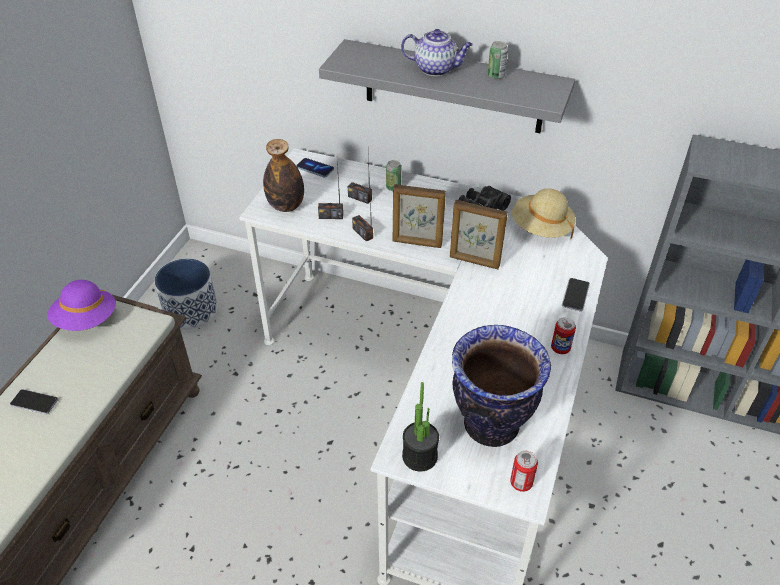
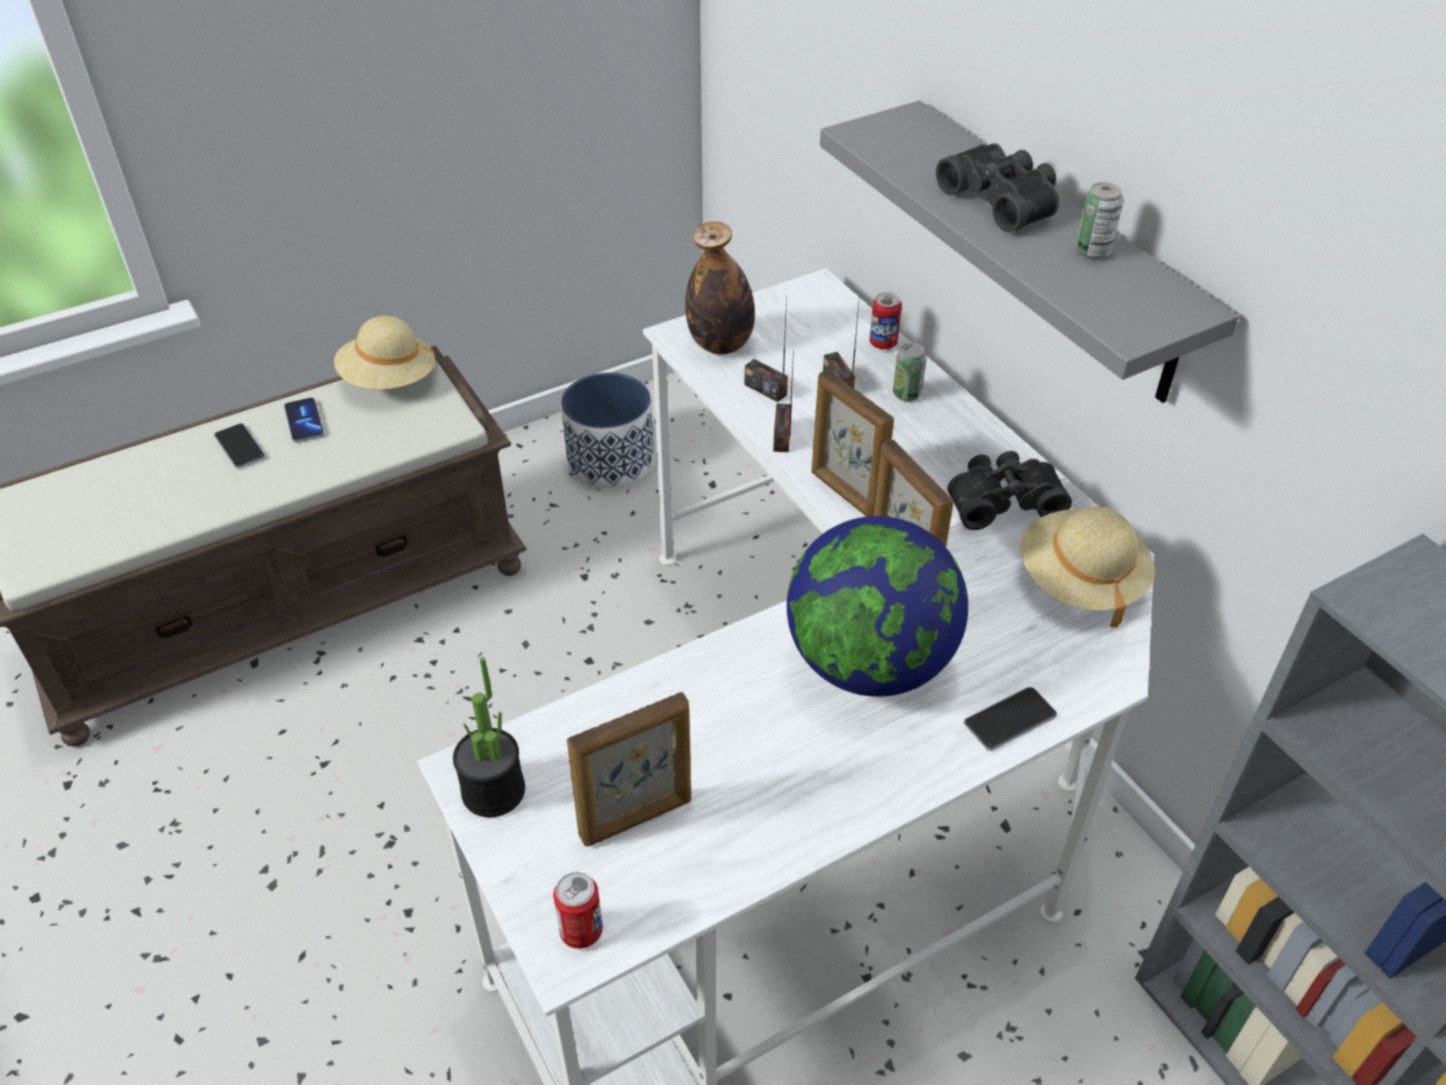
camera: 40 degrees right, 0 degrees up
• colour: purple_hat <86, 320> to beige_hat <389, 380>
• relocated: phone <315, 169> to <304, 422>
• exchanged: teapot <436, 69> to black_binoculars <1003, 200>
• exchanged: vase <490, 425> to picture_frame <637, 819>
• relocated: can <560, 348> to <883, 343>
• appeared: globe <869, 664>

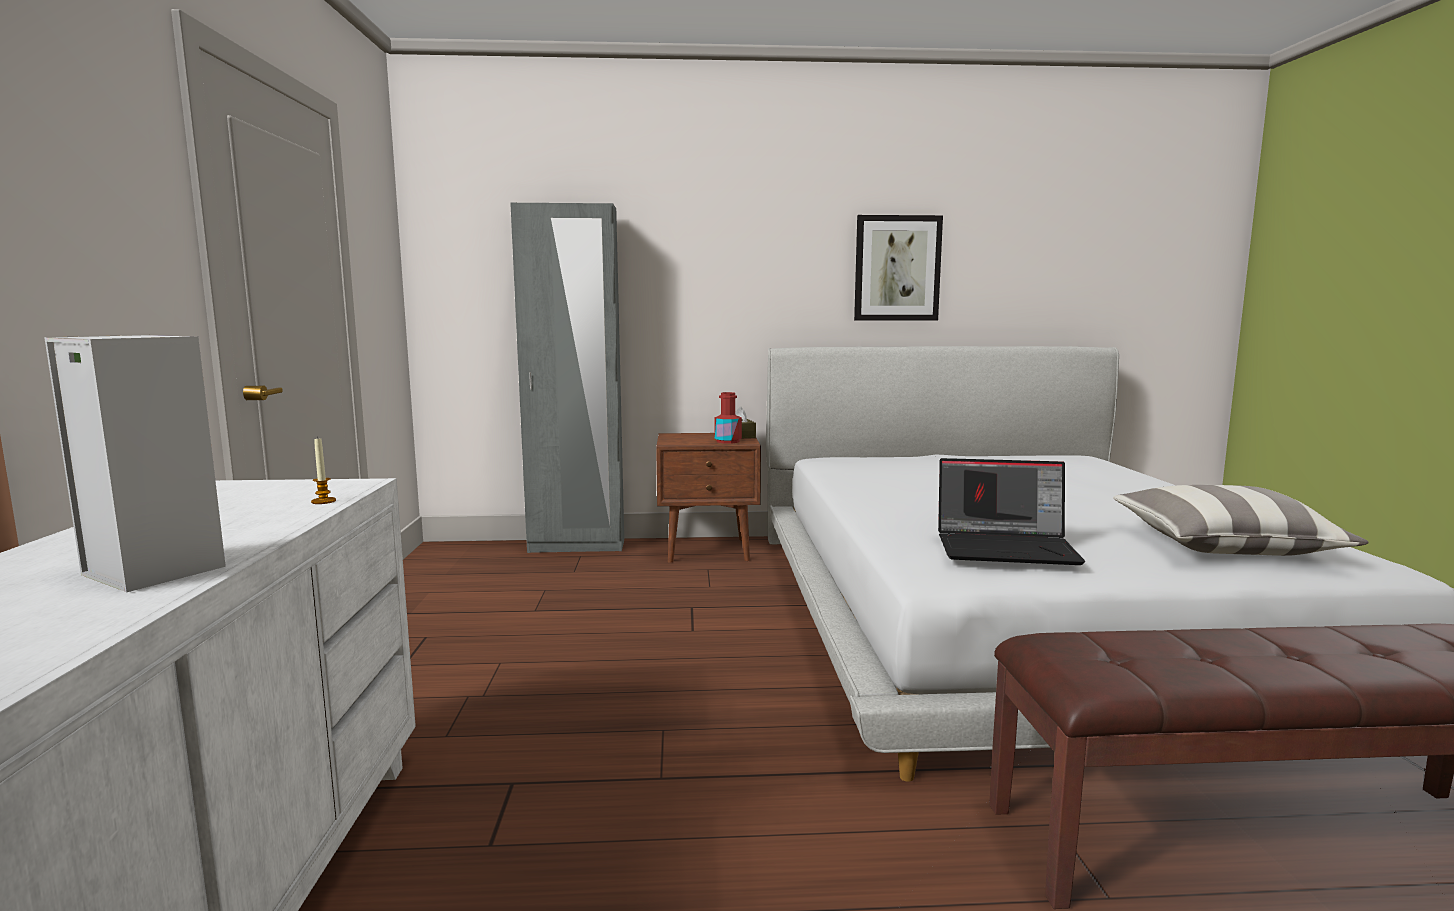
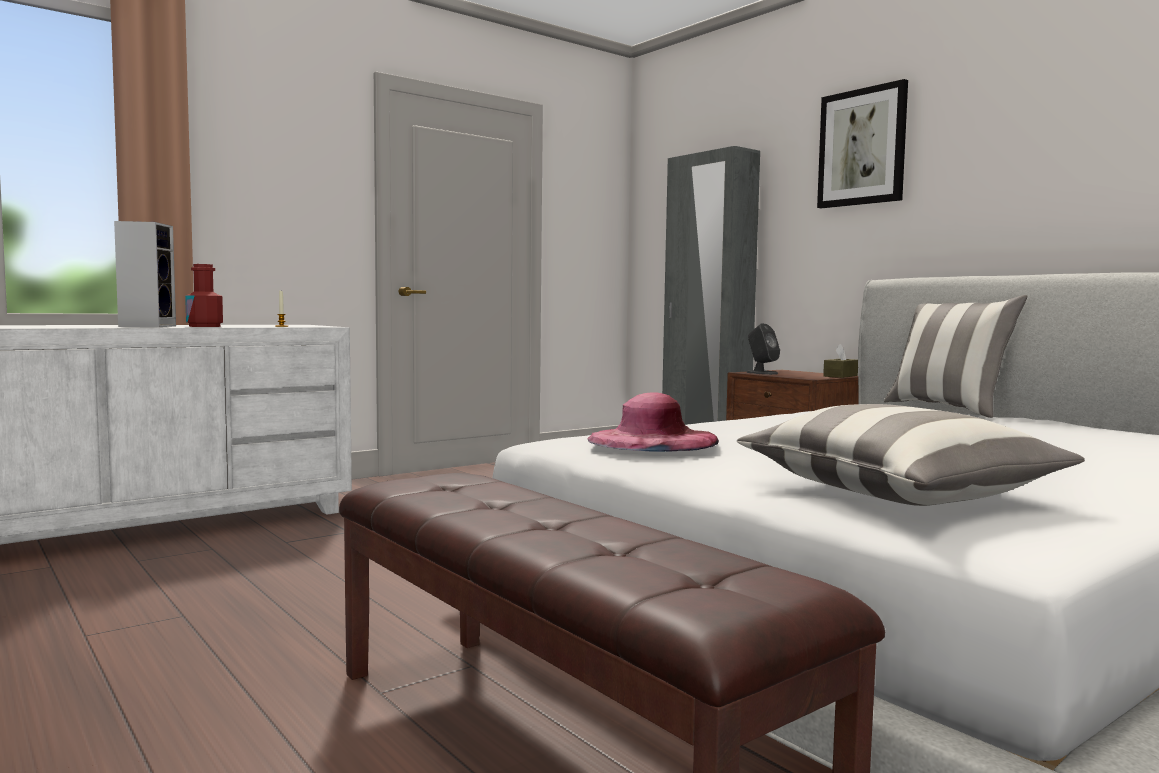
camera: 55 degrees right, 5 degrees down
• relocated: red_bottle <728, 441> to <204, 326>
• relocated: picture <897, 268> to <862, 147>
• exchanged: laptop <1007, 548> to pink_hat <652, 440>
• appeared: grey_speaker <761, 373>
• appeared: pillow <947, 409>

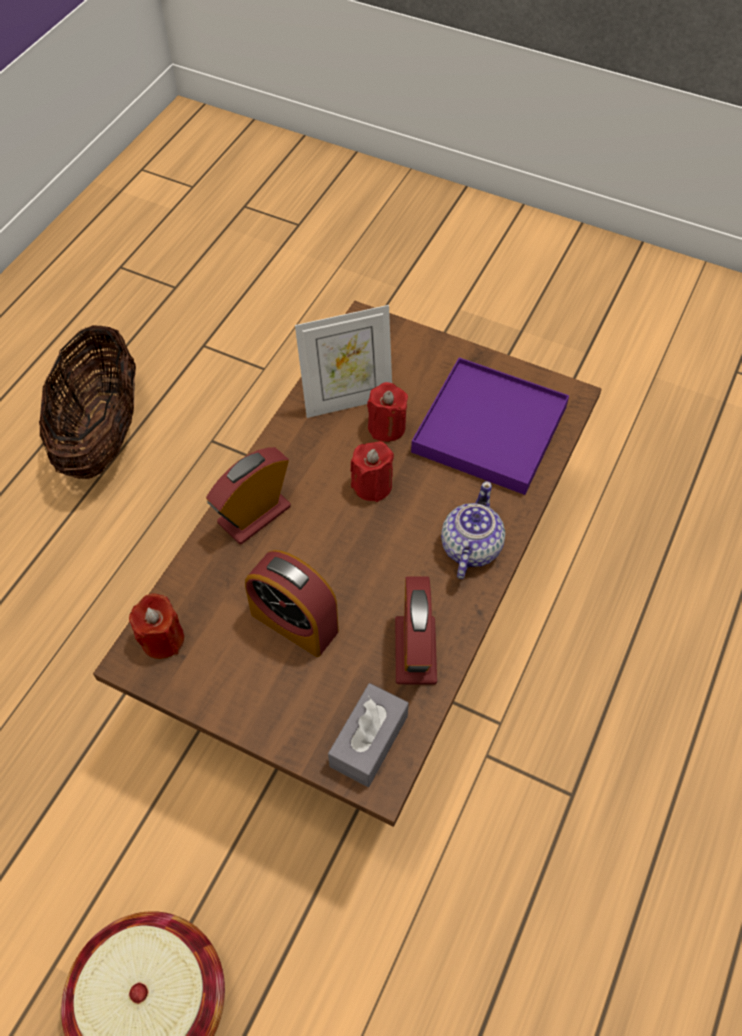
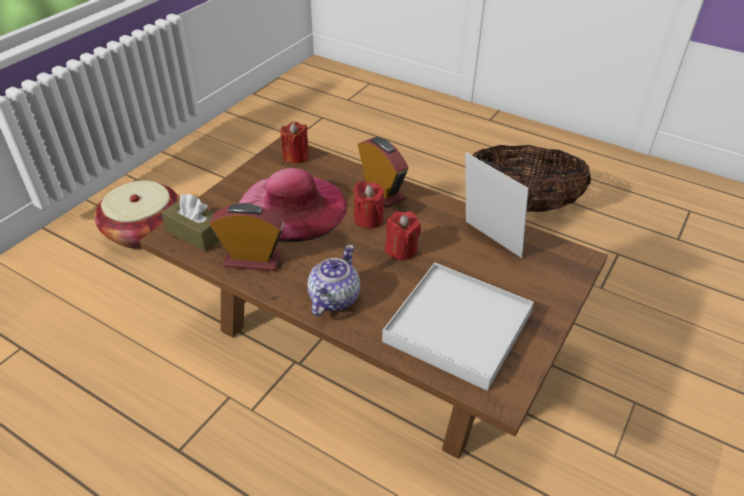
camera: 95 degrees right, 15 degrees down
• exchanged: alarm_clock <294, 622> to pink_hat <292, 206>
• spun: picture_frame <347, 400> = <488, 242> 150 degrees clockwise
• colour: grey_tissue_box <369, 741> to brown_tissue_box <196, 233>
• relocated: red_candle <386, 427> to <368, 219>
• colour: purple_tray <490, 429> to white_tray <458, 327>
• spun: teapot <470, 548> = <333, 299> 90 degrees counterclockwise

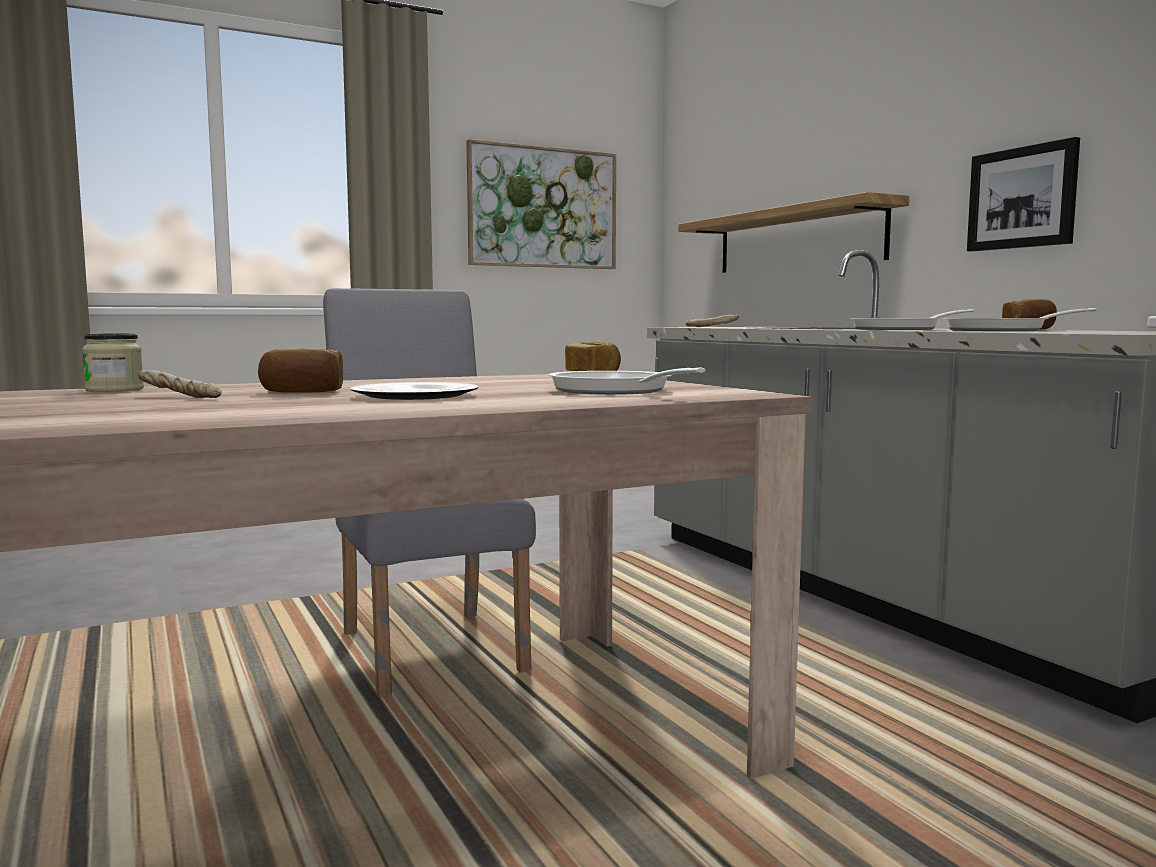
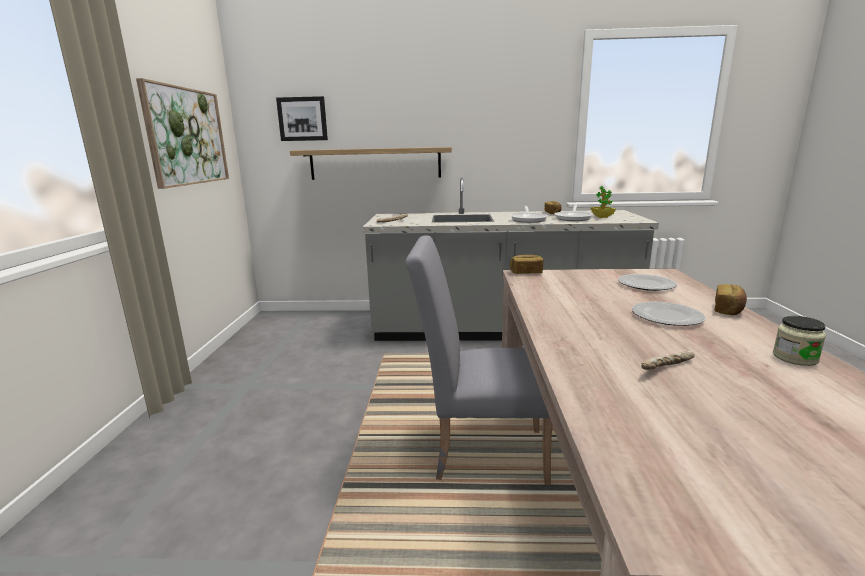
camera: 60 degrees left, 10 degrees up
• relocated: jar <115, 390> to <795, 358>
• relocated: bread <302, 391> to <728, 310>
• exchanged: frying_pan <615, 391> to plate <647, 285>
• relocated: picture <1022, 198> to <302, 119>
• appeared: potted_plant <602, 217>

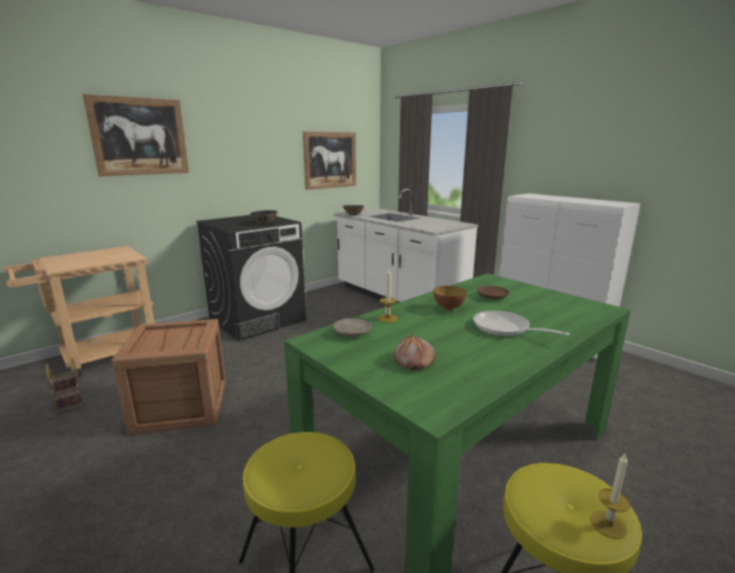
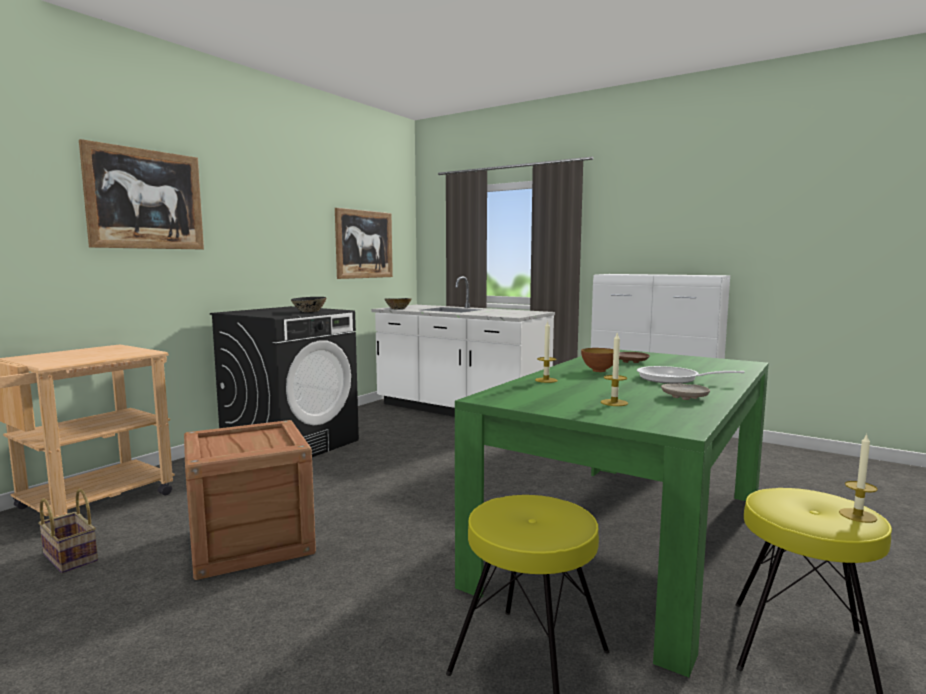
camera: 15 degrees left, 10 degrees down
• relocated: beige_plate <352, 333> to <684, 397>
• exchanged: bread <413, 360> to candle <614, 402>

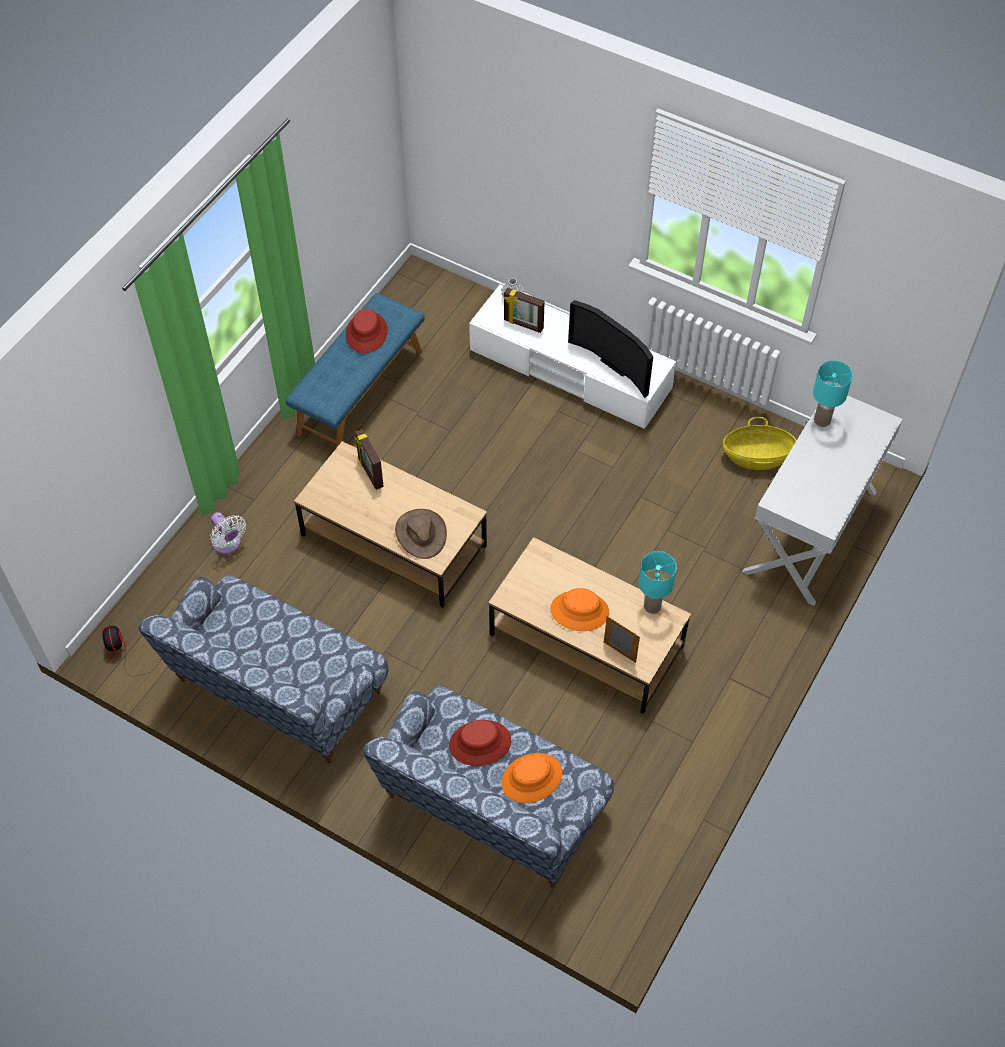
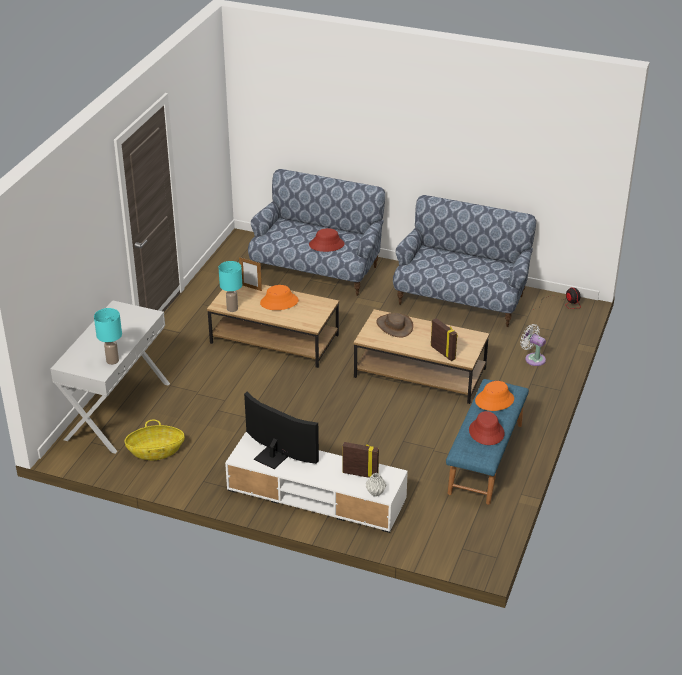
camera: 170 degrees right, 20 degrees down
• relocated: orange_hat <532, 778> to <494, 400>

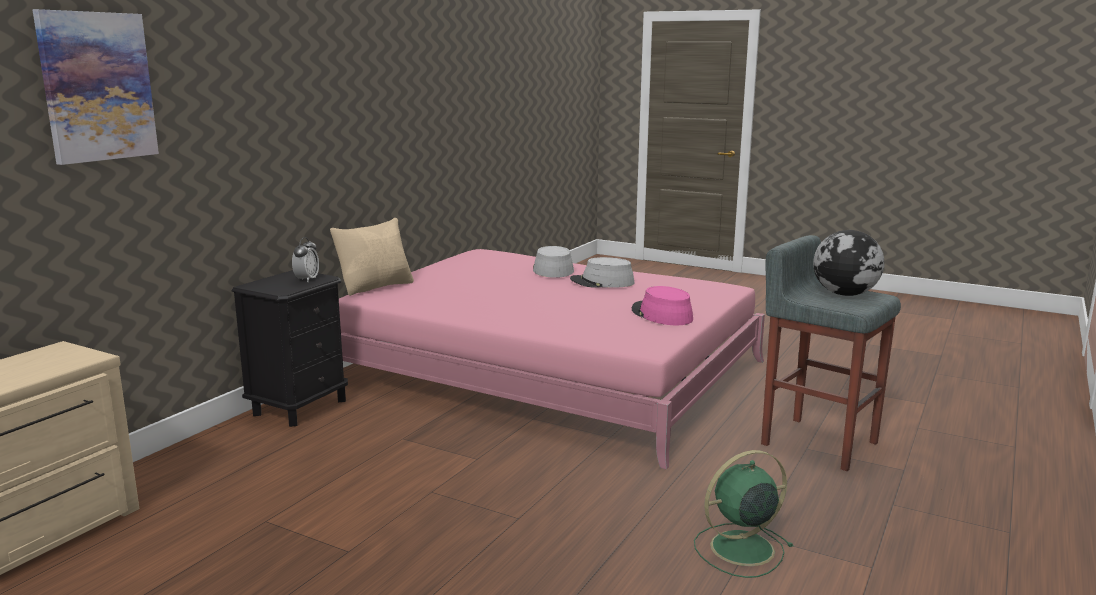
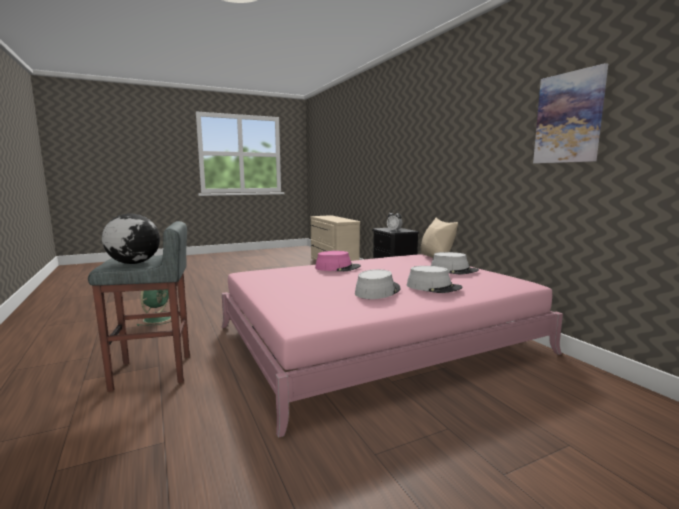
camera: 125 degrees right, 5 degrees down
• relocated: picture <97, 87> to <569, 118>
• relocated: pink_hat <661, 315> to <337, 268>
• appeared: grey_hat <453, 270>

